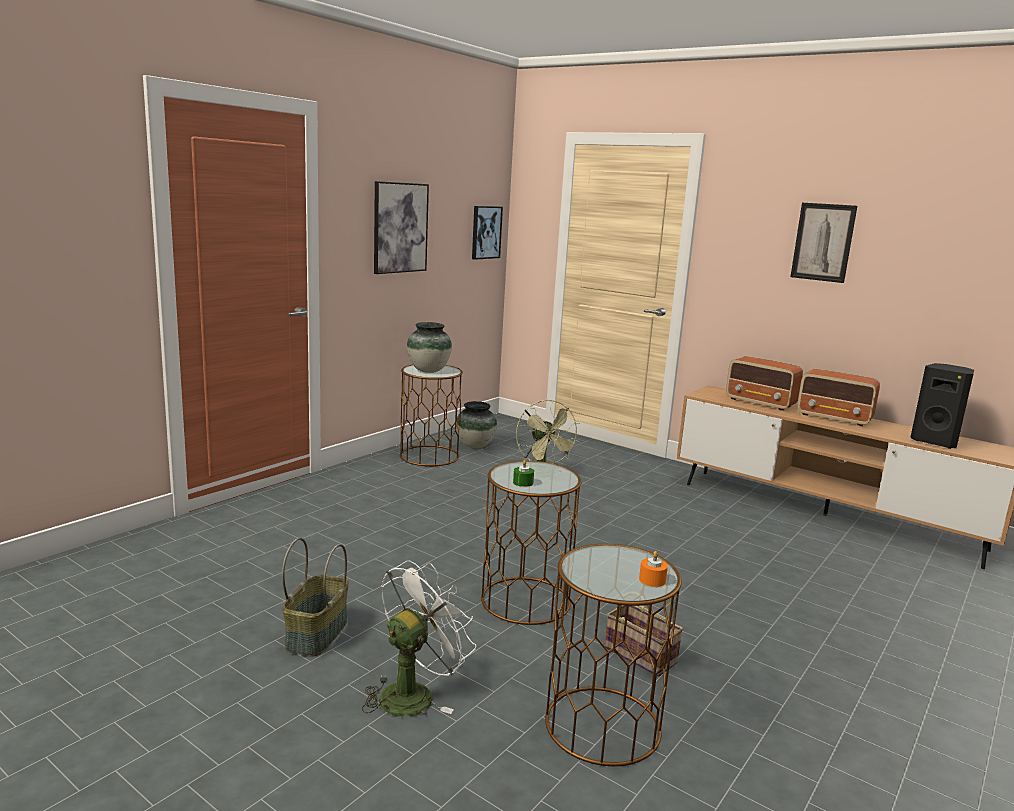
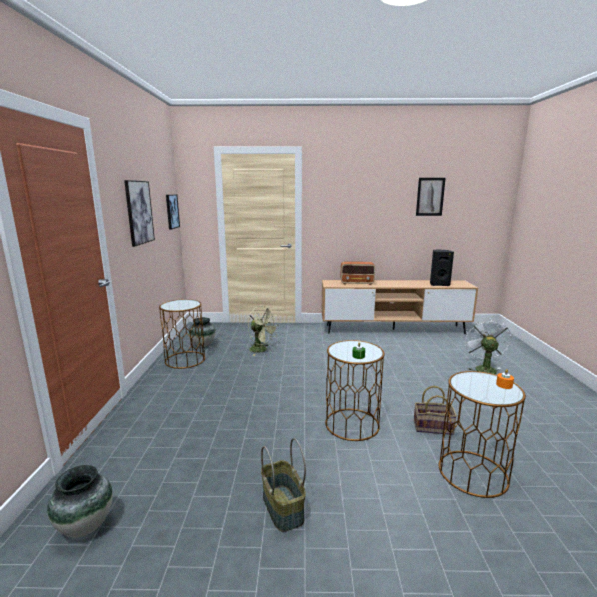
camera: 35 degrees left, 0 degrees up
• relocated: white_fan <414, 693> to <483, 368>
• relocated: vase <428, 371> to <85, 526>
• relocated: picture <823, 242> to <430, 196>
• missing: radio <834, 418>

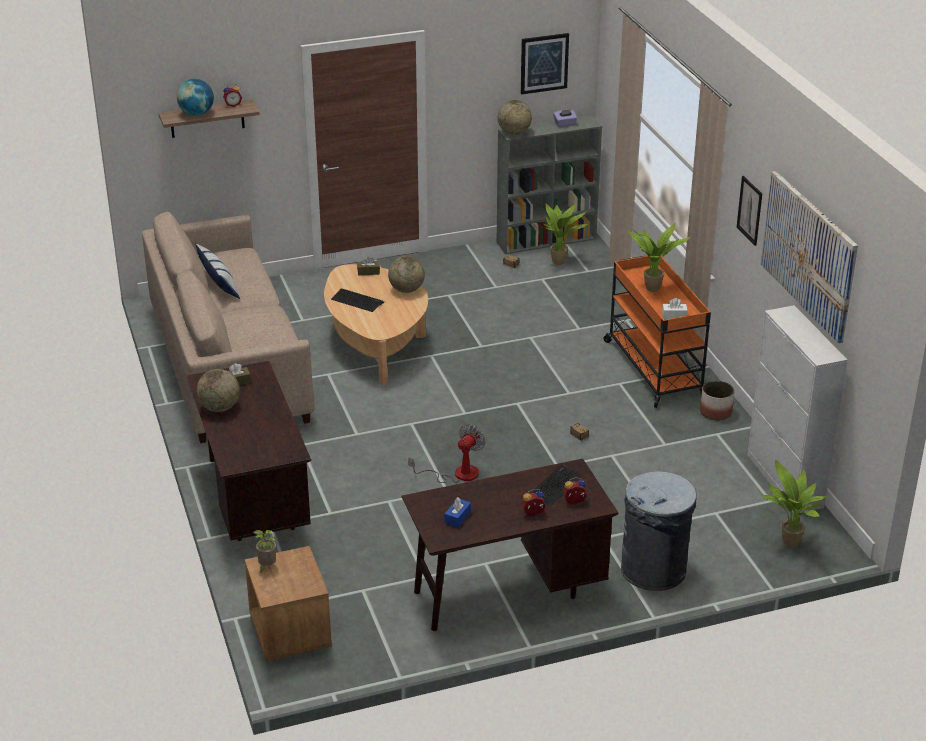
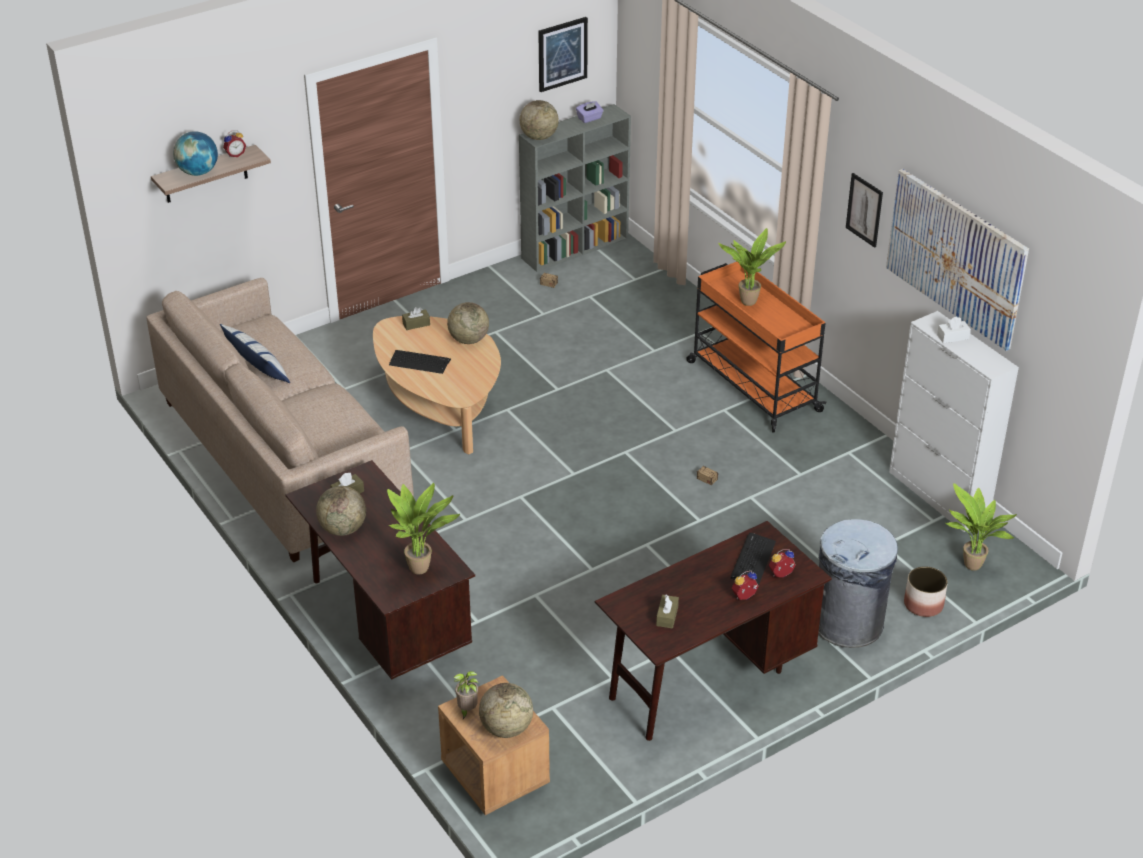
camera: 15 degrees left, 5 degrees up
• missing: fan <457, 474>
• colour: blue_tissue_box <457, 517> to brown_tissue_box <667, 616>
• relocated: potted_plant <560, 262> to <422, 568>
• relocated: white_tissue_box <674, 315> to <953, 337>
• relocated: planter <715, 412> to <923, 604>
• appeared: globe <506, 728>

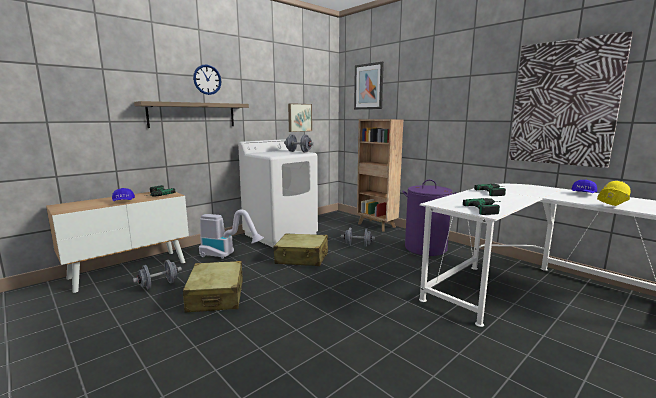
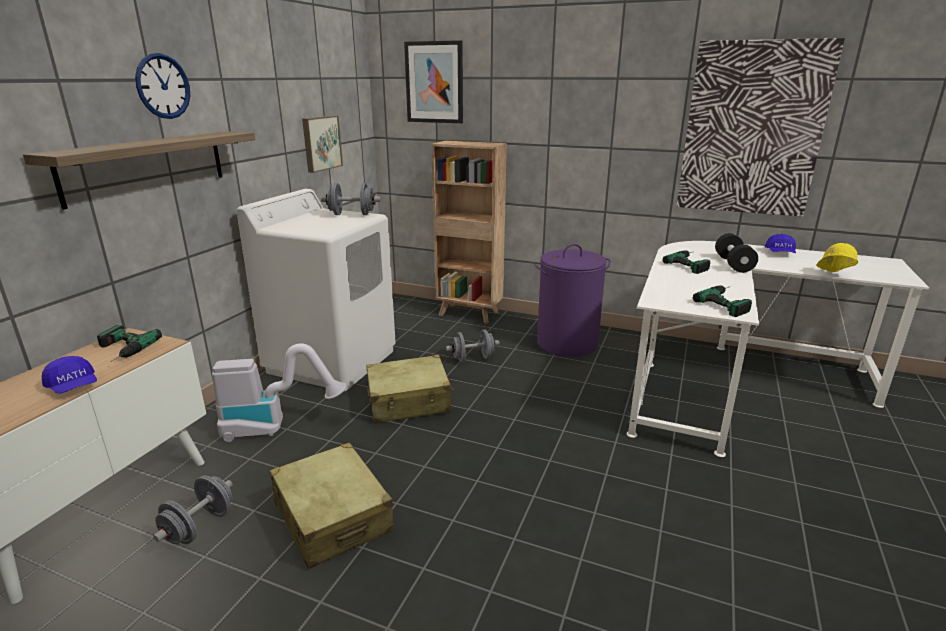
camera: 25 degrees left, 10 degrees up
• appeared: black_dumbbell <733, 264>

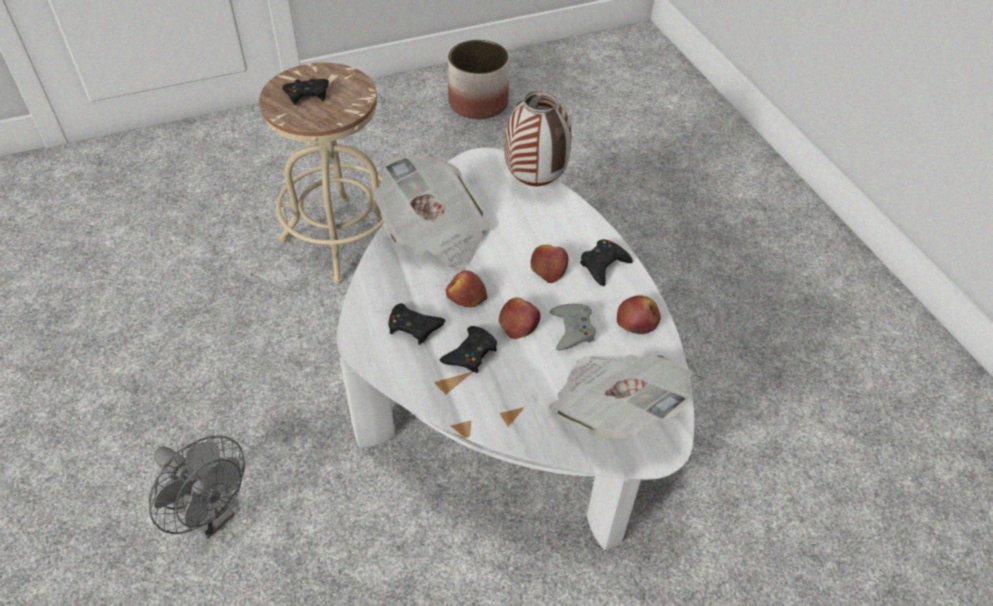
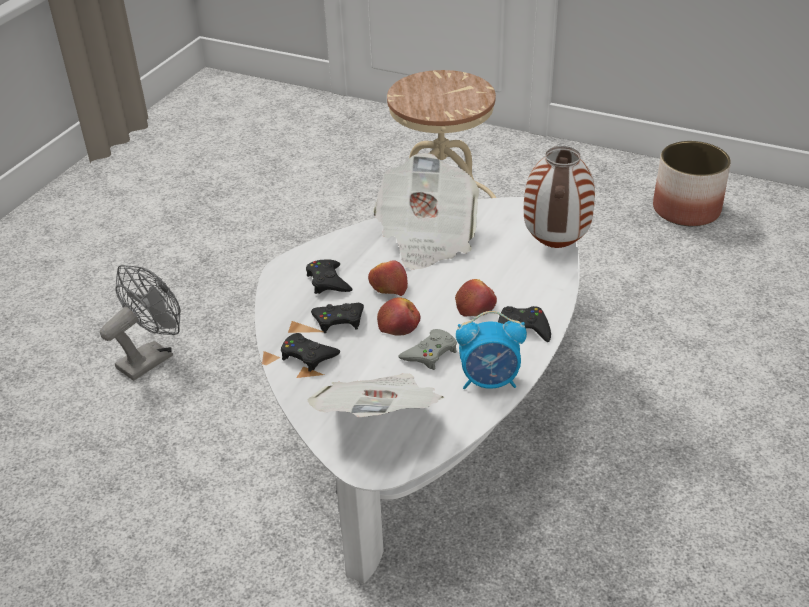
camera: 50 degrees right, 10 degrees down
• spun: grey_fan <211, 515> = <151, 357> 135 degrees counterclockwise
• relocated: black_game_controller <307, 94> to <308, 355>
• exchanged: apple <637, 320> to alarm_clock <490, 381>

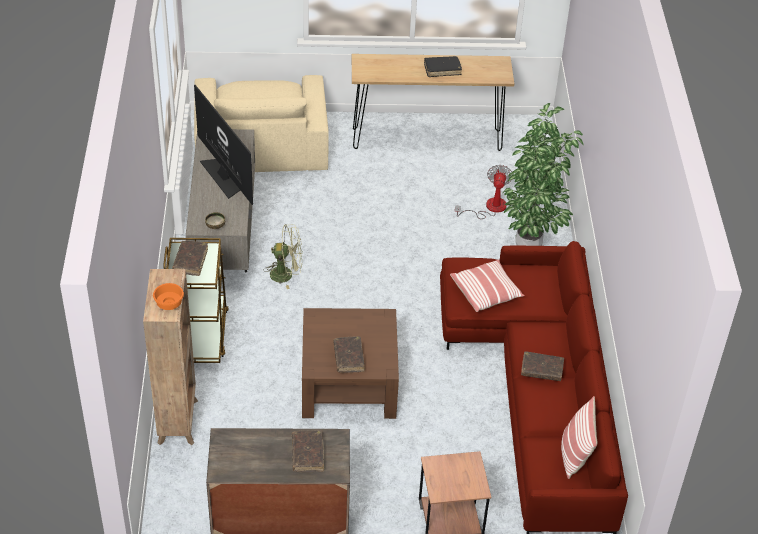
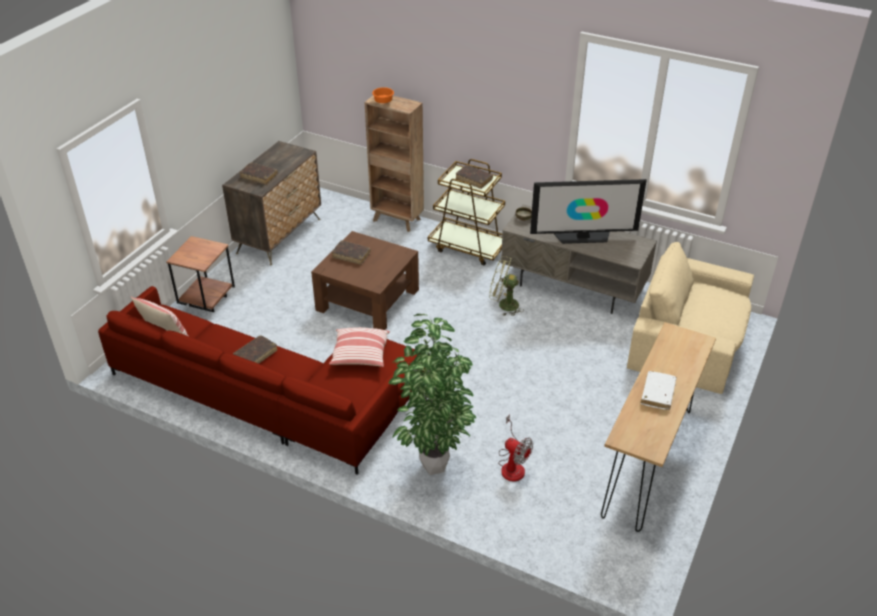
camera: 120 degrees right, 5 degrees down
• spun: green_fan <286, 274> = <503, 305> 75 degrees clockwise
• colour: black_book <442, 69> to white_book <657, 394>

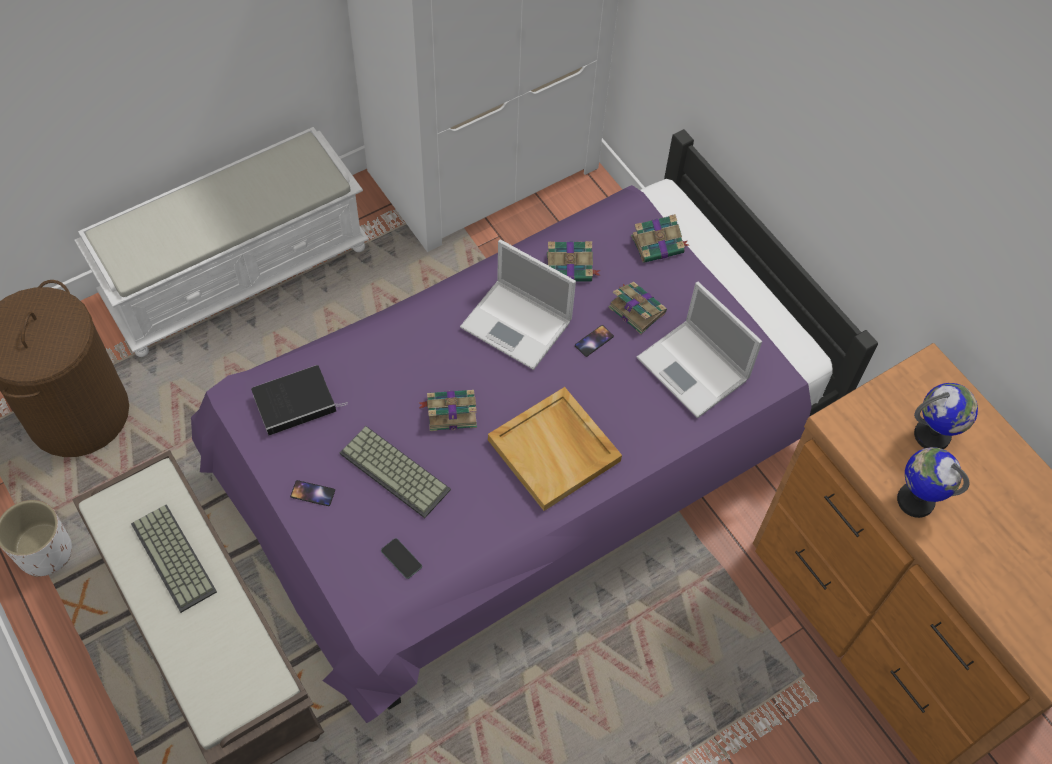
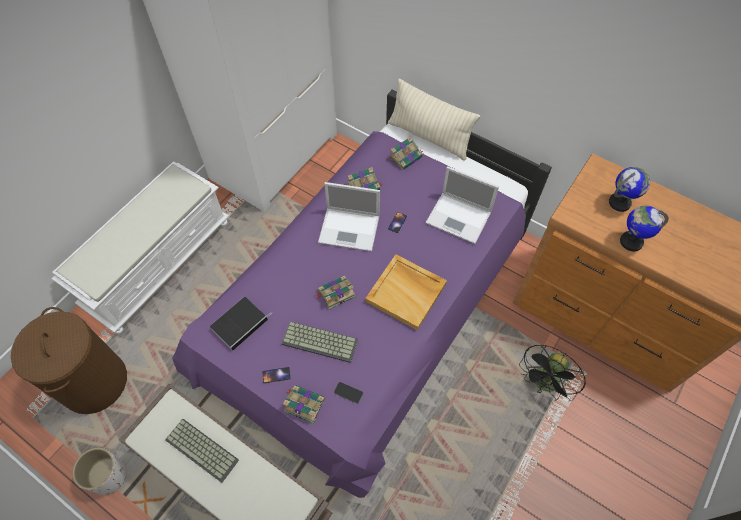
camera: 20 degrees left, 0 degrees up
• relocated: book <636, 309> to <303, 404>
• appeared: beige_pillow <429, 137>
• appeared: black_fan <544, 384>

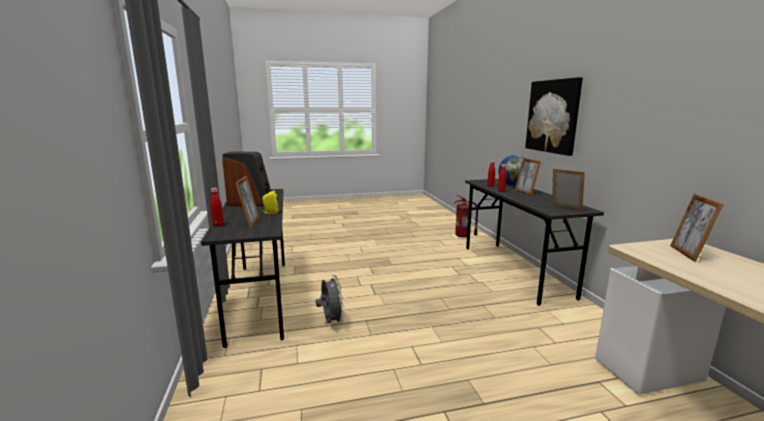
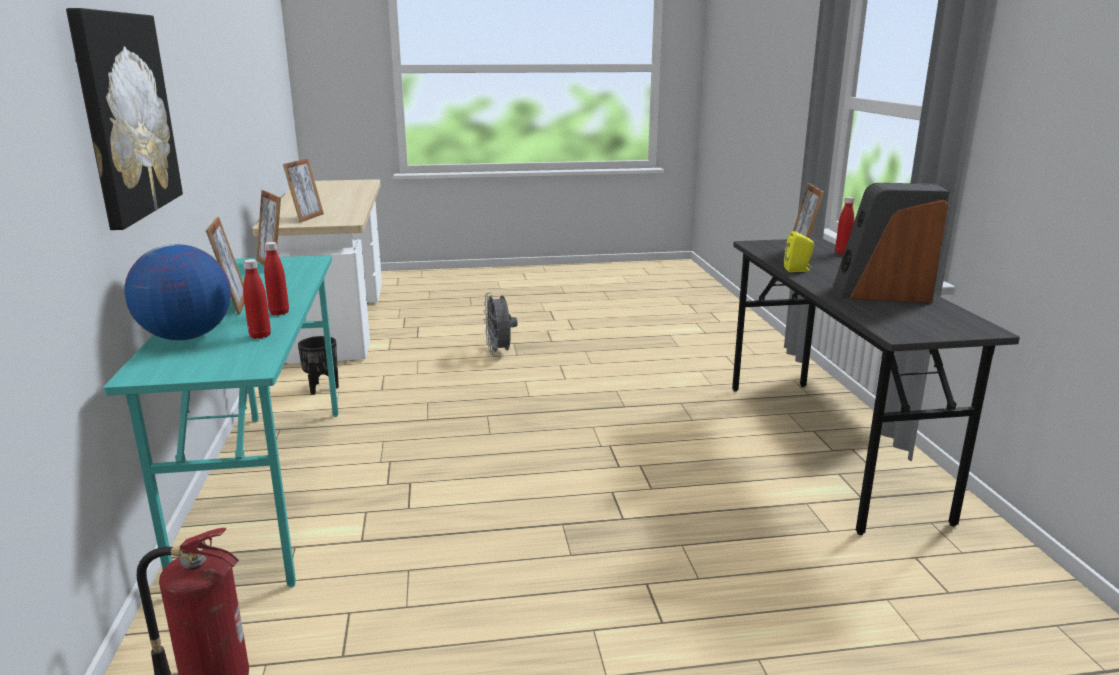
camera: 175 degrees left, 5 degrees up
• relocated: grey_fan <331, 322> to <499, 352>
• colour: grey_desk <515, 270> to turquoise_desk <269, 487>
• appeared: black_planter <321, 388>

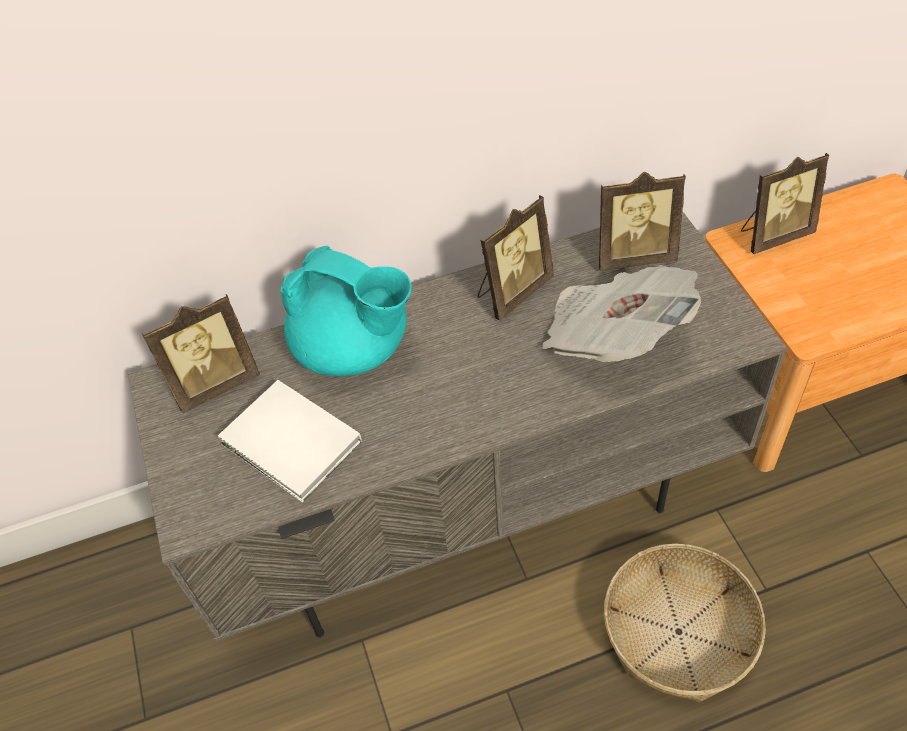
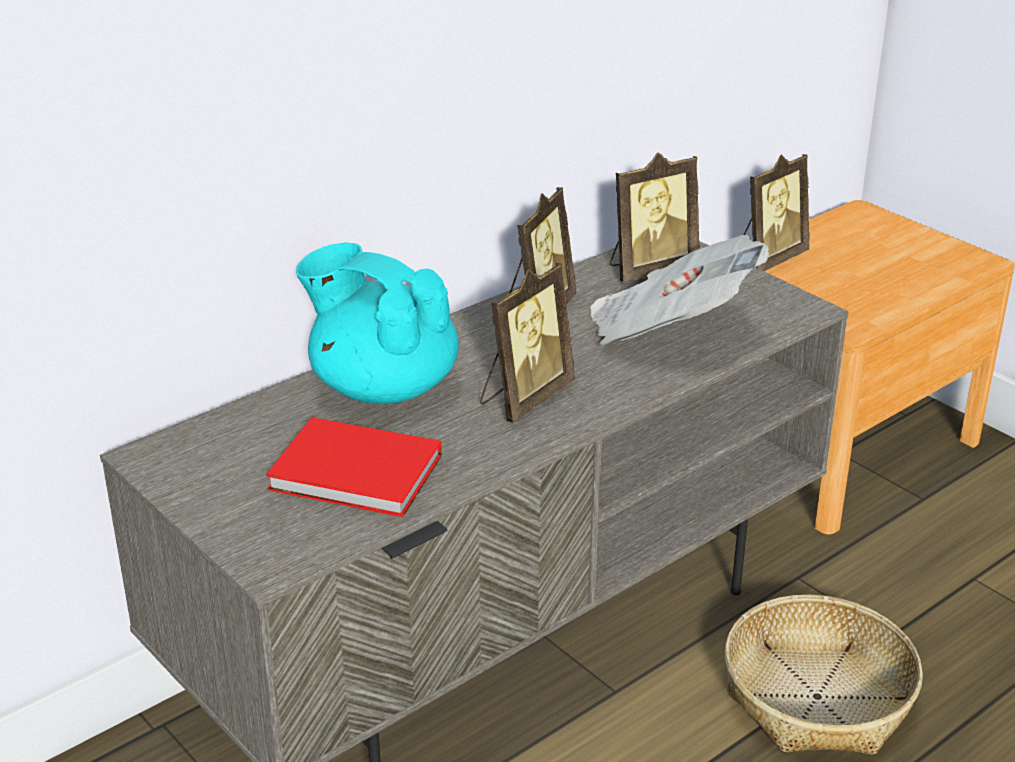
camera: 25 degrees left, 20 degrees down
• relocated: picture_frame <215, 383> to <524, 398>
• colour: white_book <292, 445> to red_book <359, 475>
• spun: turquoise_teapot <354, 349> = <382, 387> 150 degrees counterclockwise

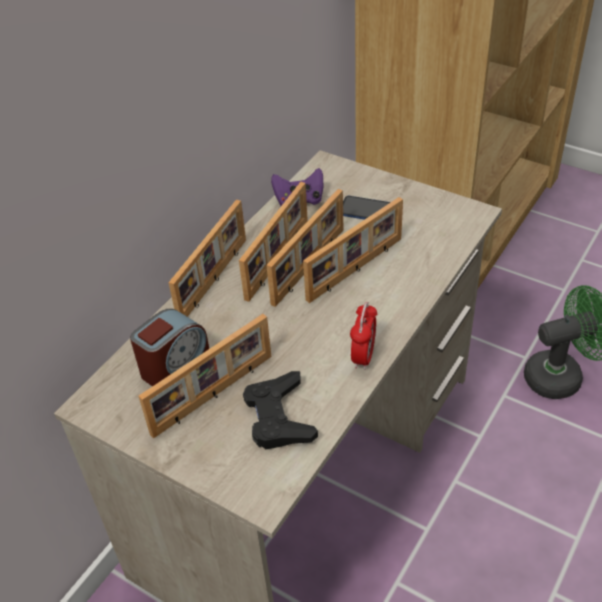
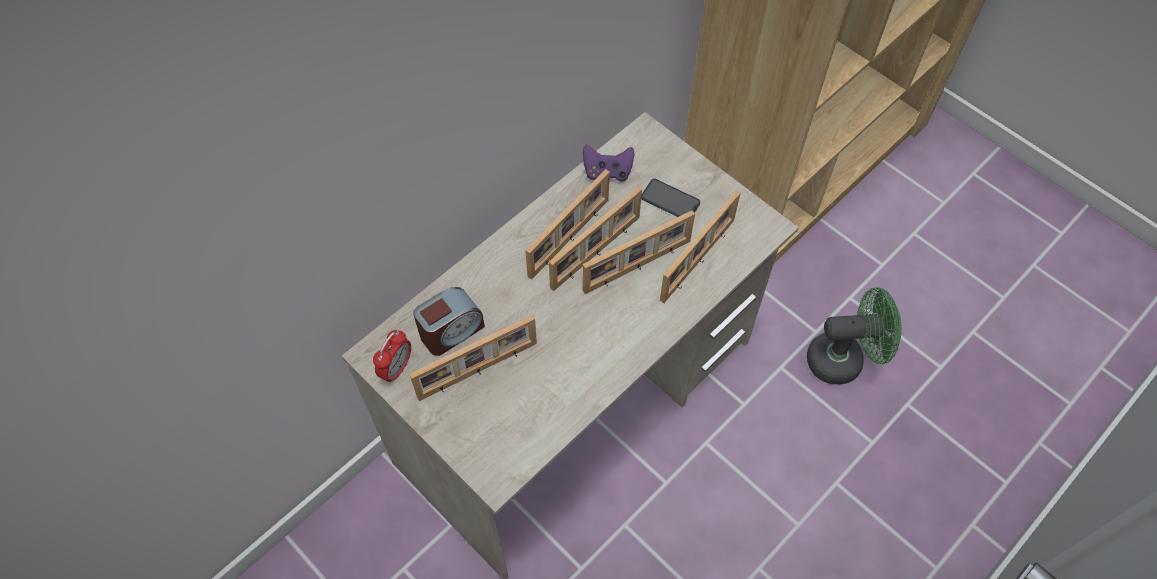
camera: 10 degrees right, 15 degrees up
• relocated: picture_frame <215, 279> to <699, 260>
• missing: black_game_controller <279, 417>
• relocated: alarm_clock <363, 356> to <396, 368>

